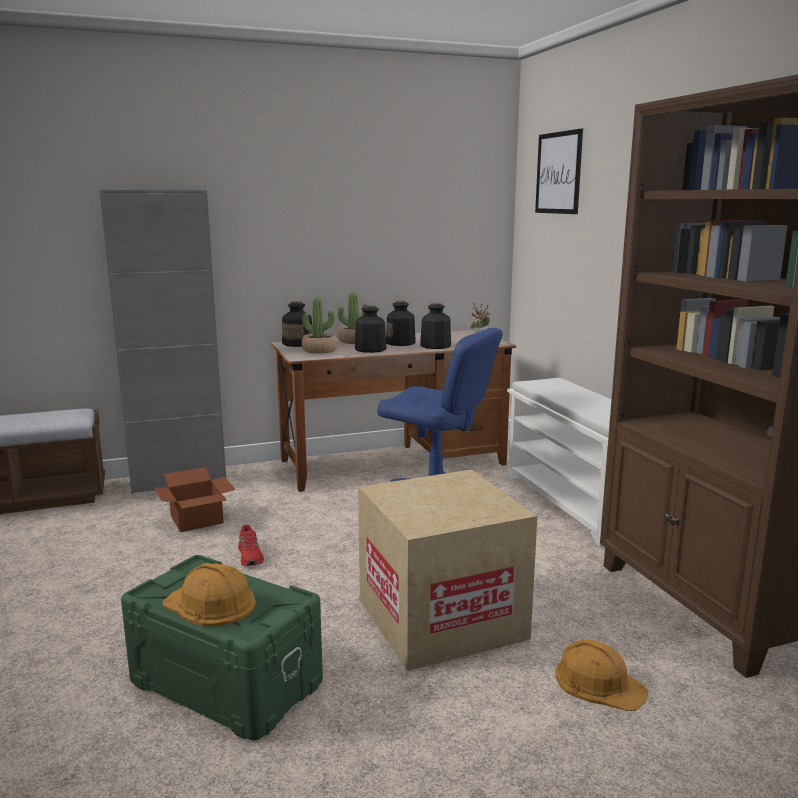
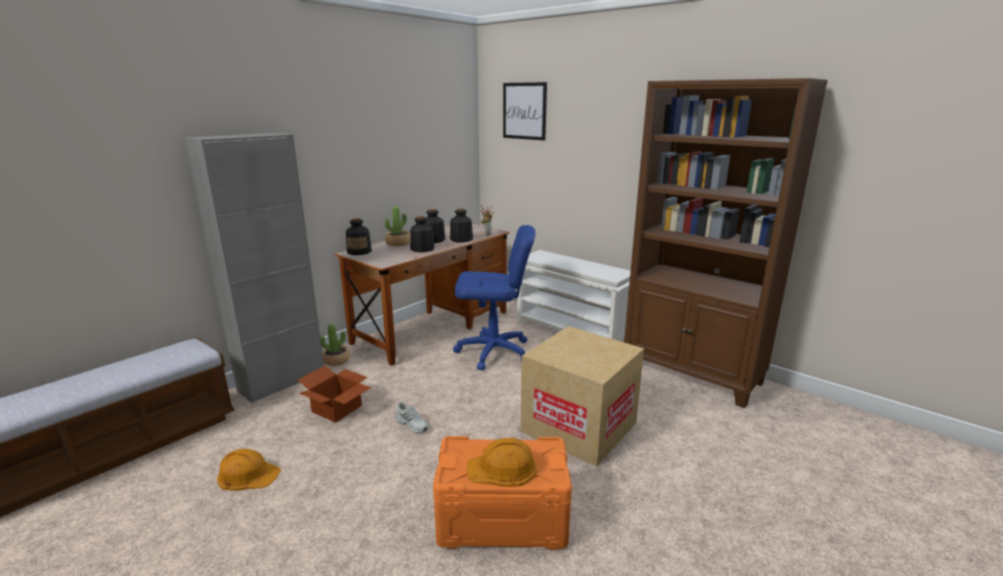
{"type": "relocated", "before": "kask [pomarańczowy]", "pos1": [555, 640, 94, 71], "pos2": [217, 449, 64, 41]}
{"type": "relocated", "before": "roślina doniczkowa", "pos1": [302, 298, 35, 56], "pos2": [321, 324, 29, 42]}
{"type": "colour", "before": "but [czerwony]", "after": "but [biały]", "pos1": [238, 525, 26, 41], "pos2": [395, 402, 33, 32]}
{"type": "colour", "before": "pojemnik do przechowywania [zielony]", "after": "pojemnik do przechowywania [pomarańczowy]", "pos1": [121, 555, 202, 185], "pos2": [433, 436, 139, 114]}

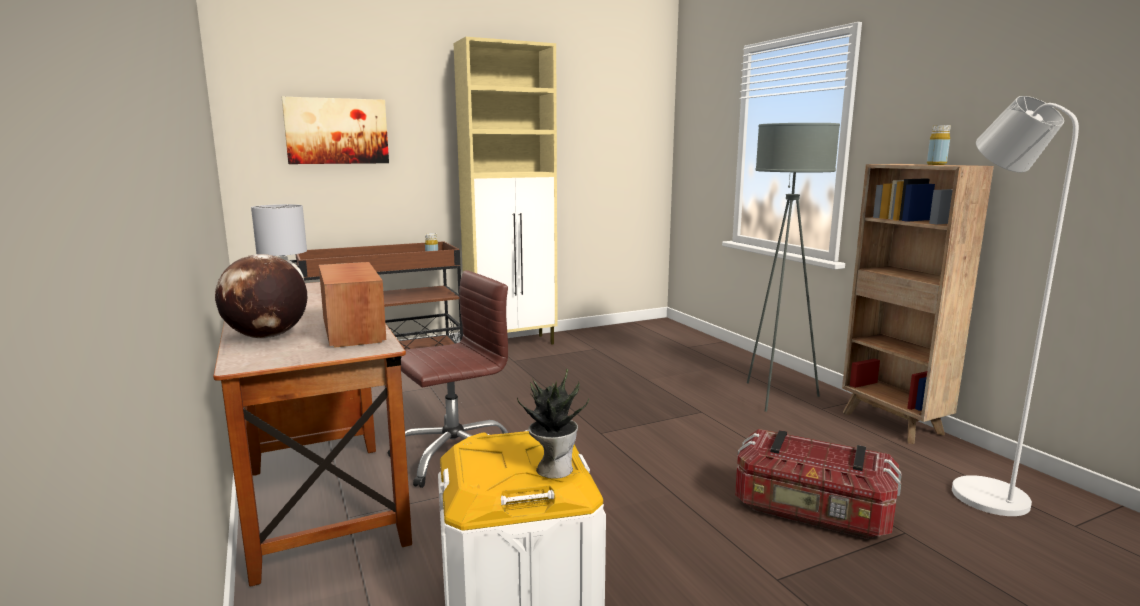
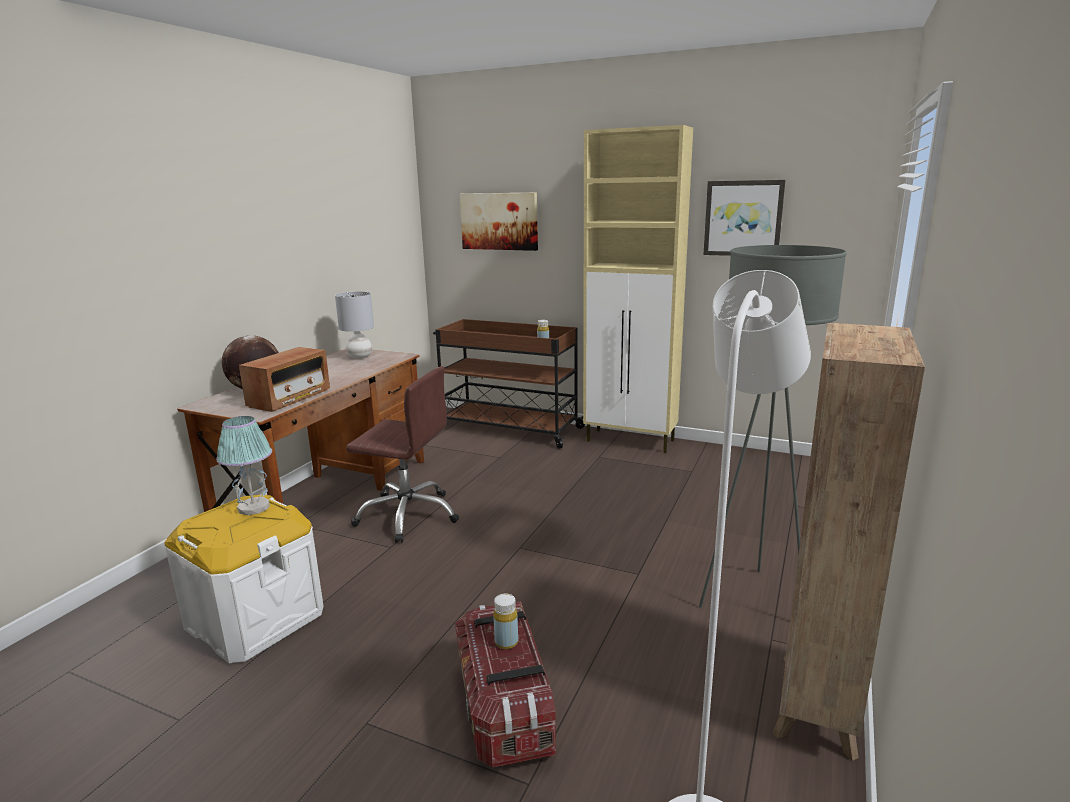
{"type": "appeared", "after": "lampa stołowa", "pos2": [216, 416, 56, 99]}
{"type": "relocated", "before": "butelka [żółty]", "pos1": [927, 125, 24, 40], "pos2": [493, 594, 25, 55]}
{"type": "appeared", "after": "obraz", "pos2": [703, 180, 82, 76]}
{"type": "missing", "before": "roślina doniczkowa", "pos1": [517, 369, 72, 110]}

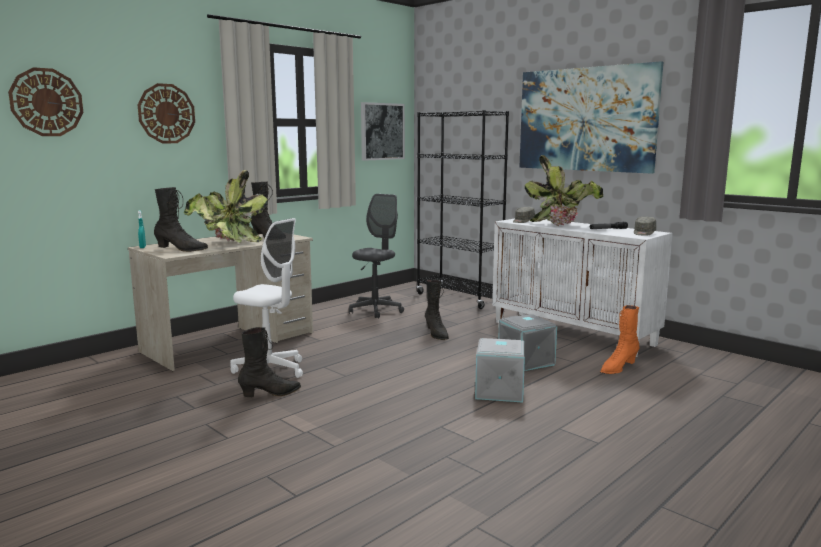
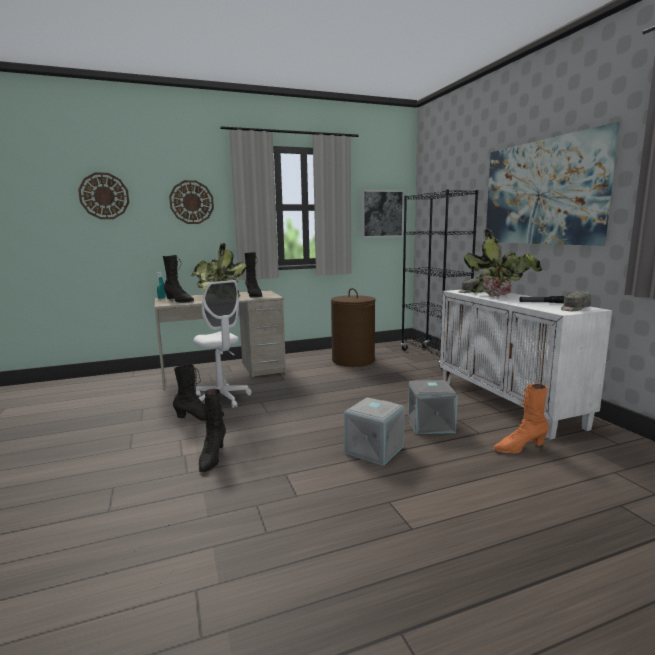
{"type": "relocated", "before": "but z cholewką [czarny]", "pos1": [425, 280, 24, 60], "pos2": [199, 389, 27, 83]}
{"type": "exchanged", "before": "krzesło biurowe [szary]", "after": "kosz na pranie [brązowy]", "pos1": [349, 194, 55, 124], "pos2": [331, 288, 45, 79]}

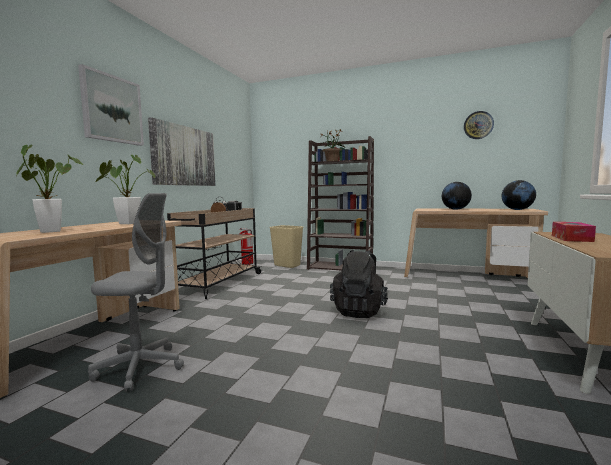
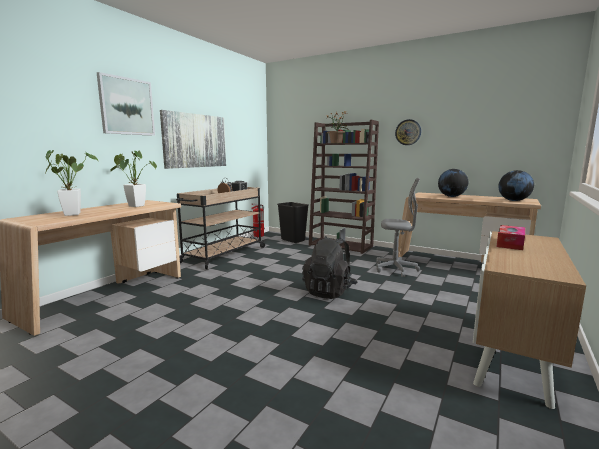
{"type": "colour", "before": "kosz na śmieci [beżowy]", "after": "kosz na śmieci [czarny]", "pos1": [269, 225, 35, 43], "pos2": [277, 202, 32, 41]}
{"type": "relocated", "before": "krzesło biurowe [szary]", "pos1": [88, 193, 96, 199], "pos2": [376, 178, 44, 99]}
{"type": "relocated", "before": "zegar ścienny", "pos1": [464, 111, 30, 28], "pos2": [395, 119, 26, 26]}

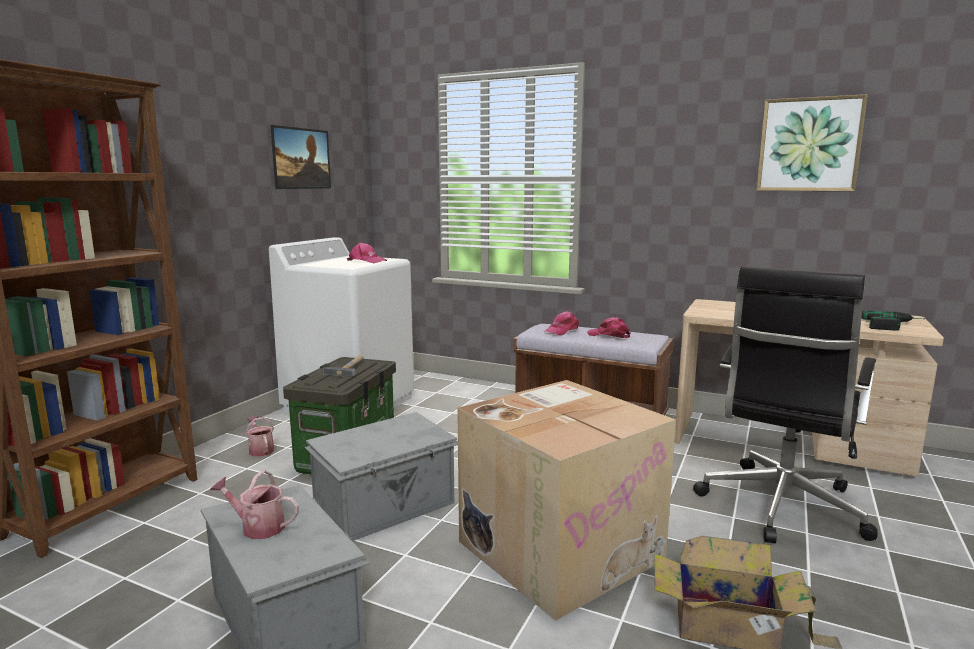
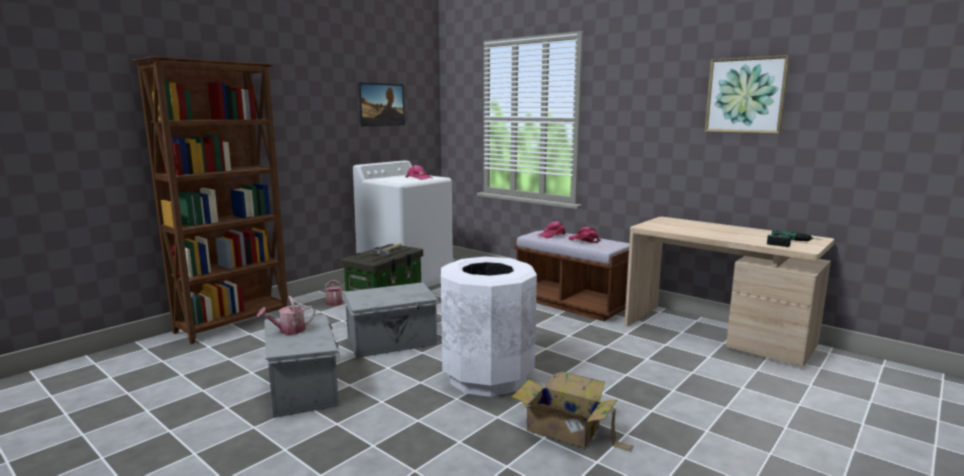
{"type": "spun", "before": "konewka", "pos1": [210, 470, 89, 69], "pos2": [257, 296, 58, 39], "turn": -60}
{"type": "exchanged", "before": "karton", "after": "kosz na śmieci [biały]", "pos1": [457, 380, 219, 241], "pos2": [441, 257, 96, 140]}
{"type": "missing", "before": "krzesło biurowe [czarny]", "pos1": [693, 267, 185, 276]}

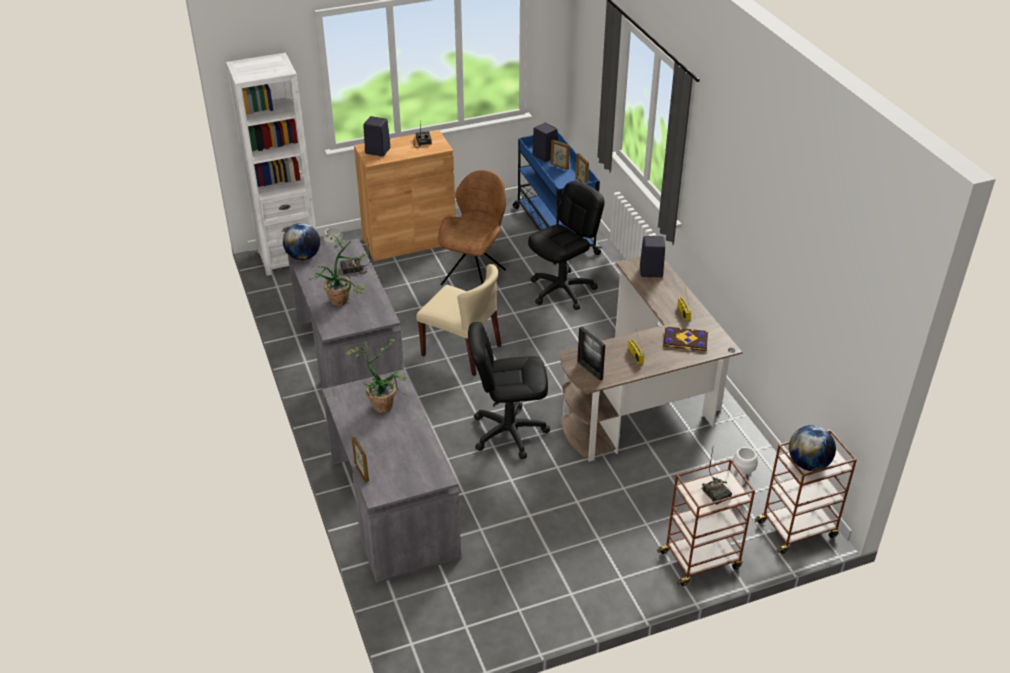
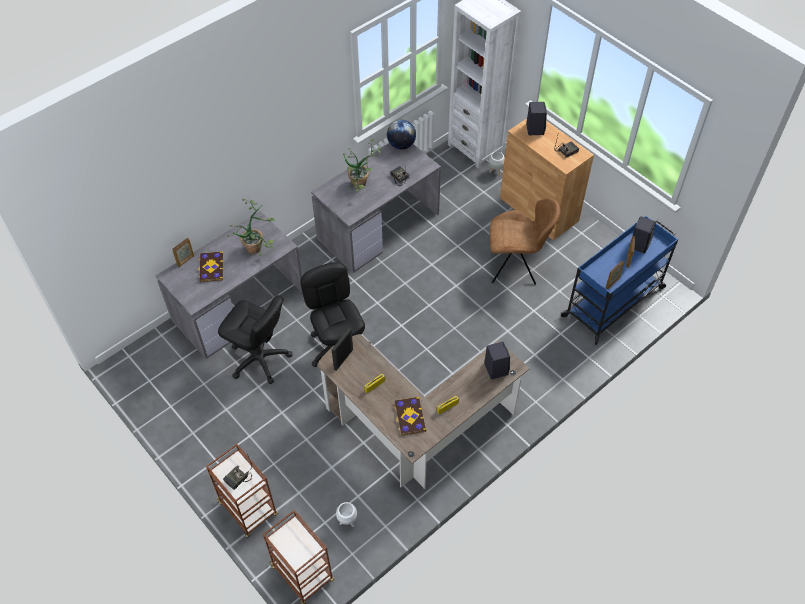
{"type": "appeared", "after": "książka", "pos2": [198, 251, 25, 31]}
{"type": "relocated", "before": "krzesło biurowe [czarny]", "pos1": [528, 181, 77, 129], "pos2": [218, 295, 74, 89]}
{"type": "missing", "before": "krzesło [beżowy]", "pos1": [416, 264, 85, 112]}
{"type": "missing", "before": "globus", "pos1": [789, 425, 47, 46]}

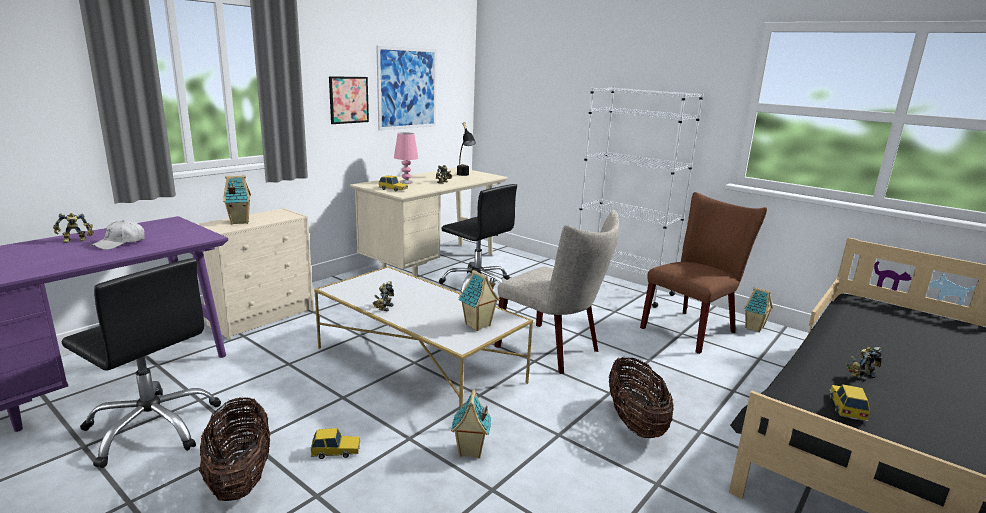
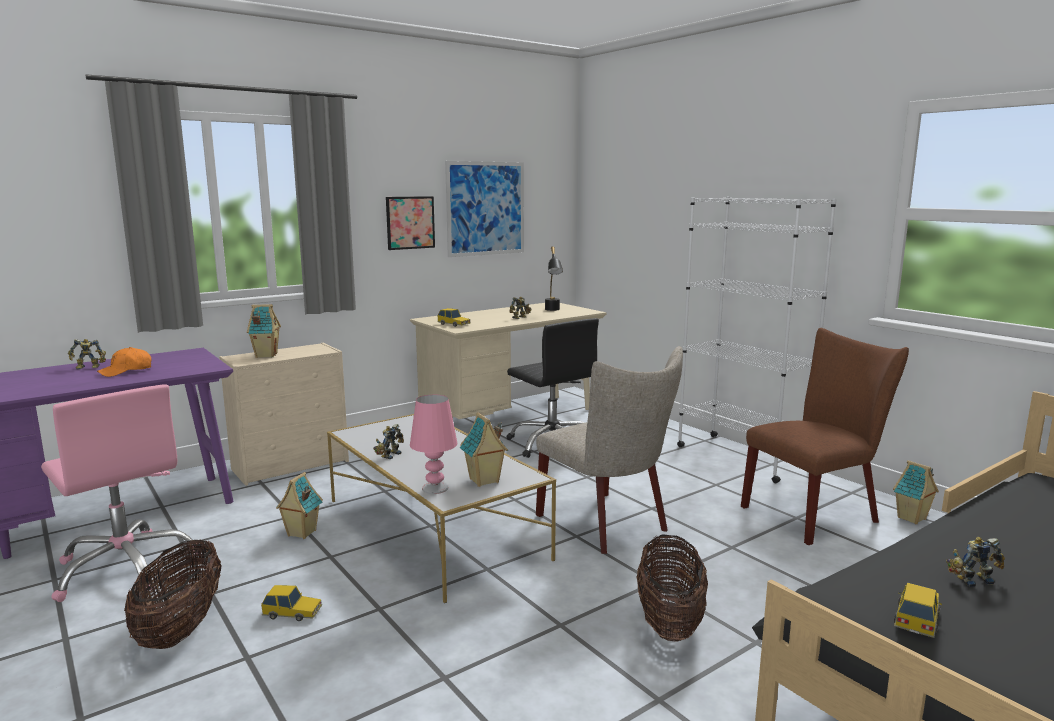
{"type": "colour", "before": "krzesło biurowe [czarny]", "after": "krzesło biurowe [różowy]", "pos1": [62, 258, 159, 210], "pos2": [41, 384, 159, 218]}
{"type": "colour", "before": "czapka z daszkiem [biały]", "after": "czapka z daszkiem [pomarańczowy]", "pos1": [92, 220, 53, 30], "pos2": [97, 347, 54, 30]}
{"type": "relocated", "before": "domek", "pos1": [451, 389, 40, 70], "pos2": [276, 472, 47, 67]}
{"type": "relocated", "before": "lampa stołowa [różowy]", "pos1": [394, 132, 24, 52], "pos2": [410, 395, 48, 99]}

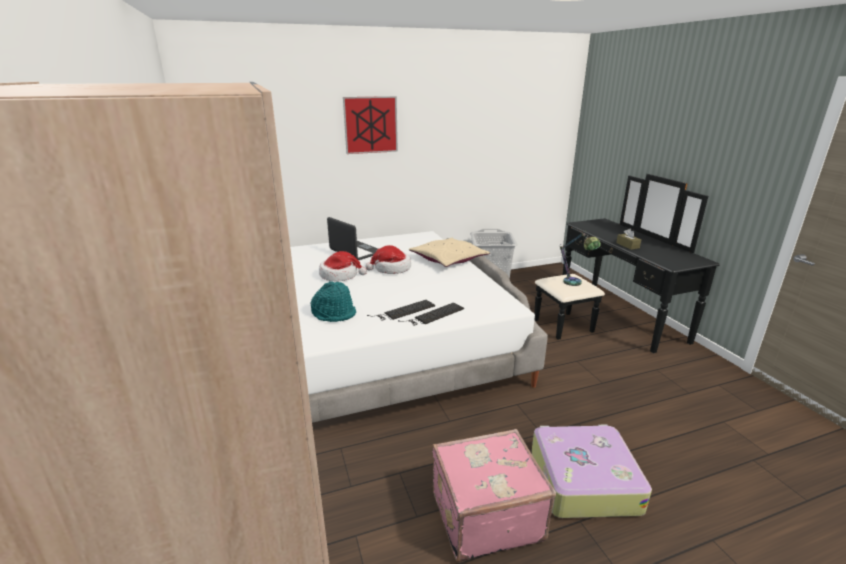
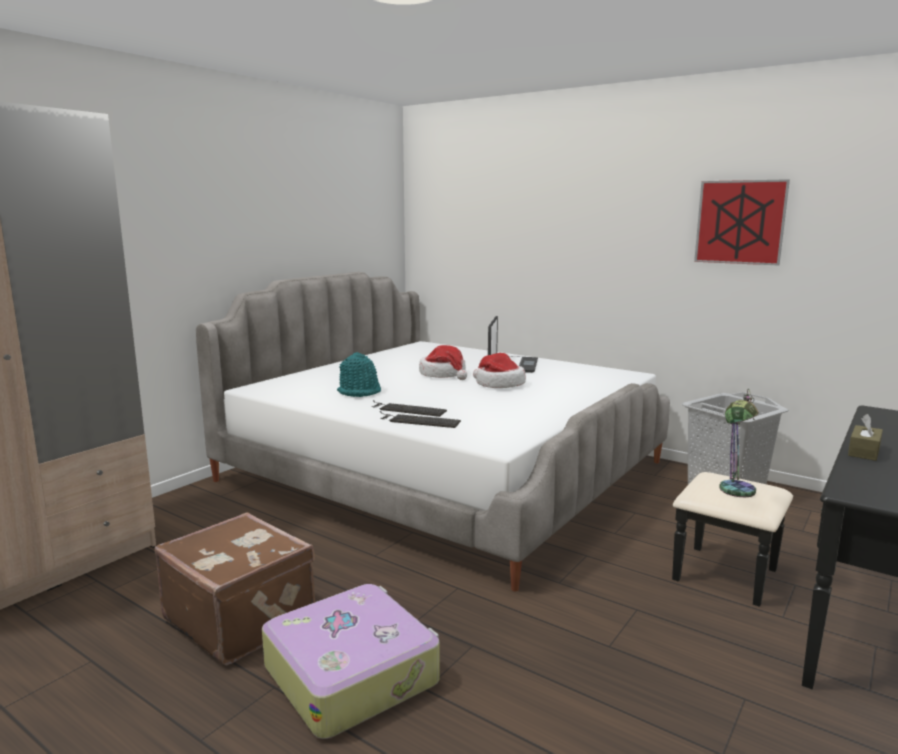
{"type": "colour", "before": "walizka [różowy]", "after": "walizka [brązowy]", "pos1": [432, 429, 124, 133], "pos2": [155, 512, 160, 154]}
{"type": "relocated", "before": "obraz", "pos1": [343, 96, 55, 58], "pos2": [694, 179, 96, 87]}
{"type": "missing", "before": "poduszka [beżowy]", "pos1": [409, 238, 81, 29]}

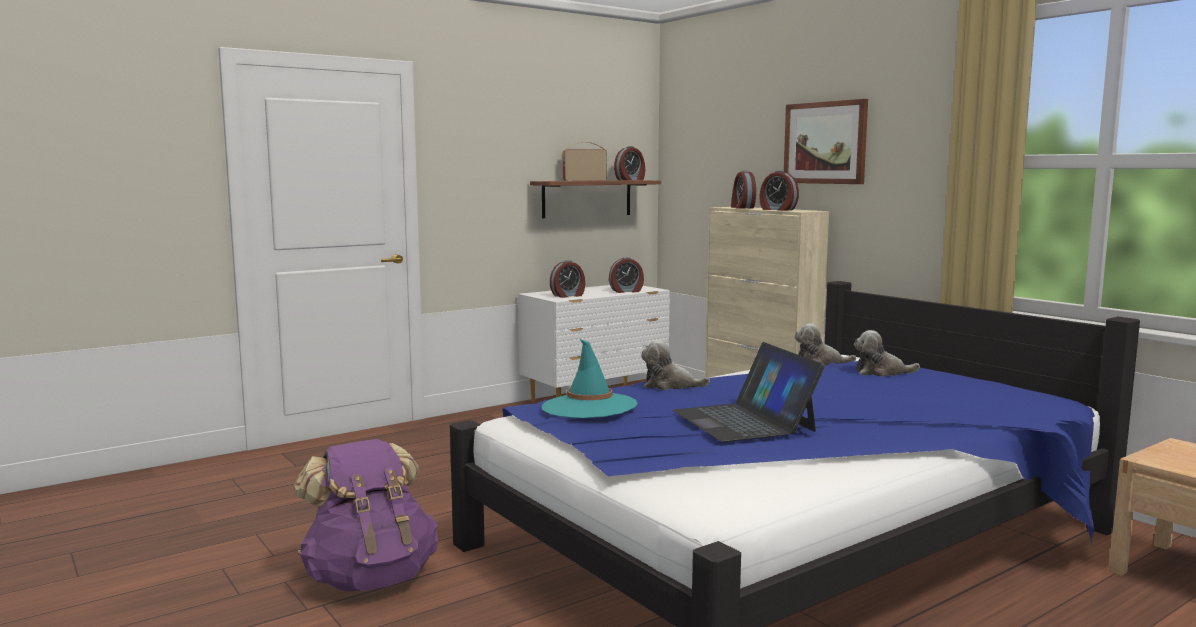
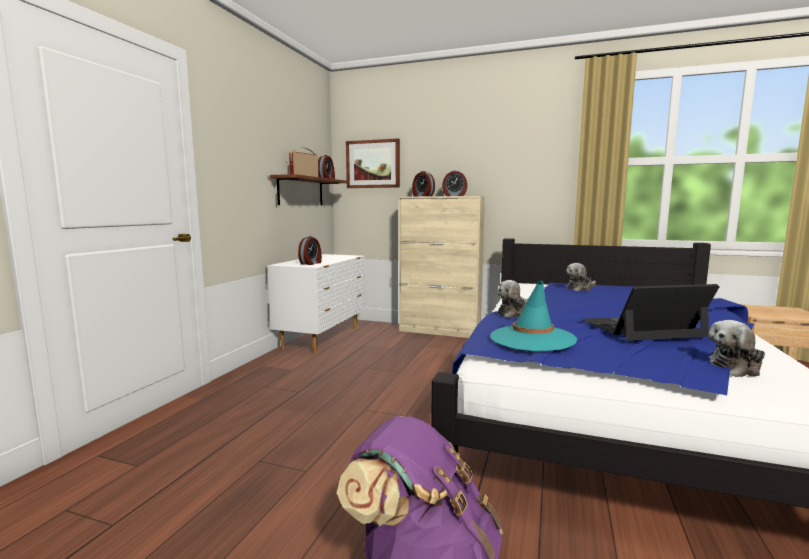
{"type": "relocated", "before": "obraz", "pos1": [784, 99, 84, 85], "pos2": [346, 138, 54, 50]}
{"type": "spun", "before": "laptop", "pos1": [673, 342, 152, 100], "pos2": [582, 284, 137, 57], "turn": 135}
{"type": "relocated", "before": "pluszak", "pos1": [795, 323, 61, 43], "pos2": [708, 320, 57, 57]}
{"type": "missing", "before": "budzik", "pos1": [609, 257, 35, 36]}

